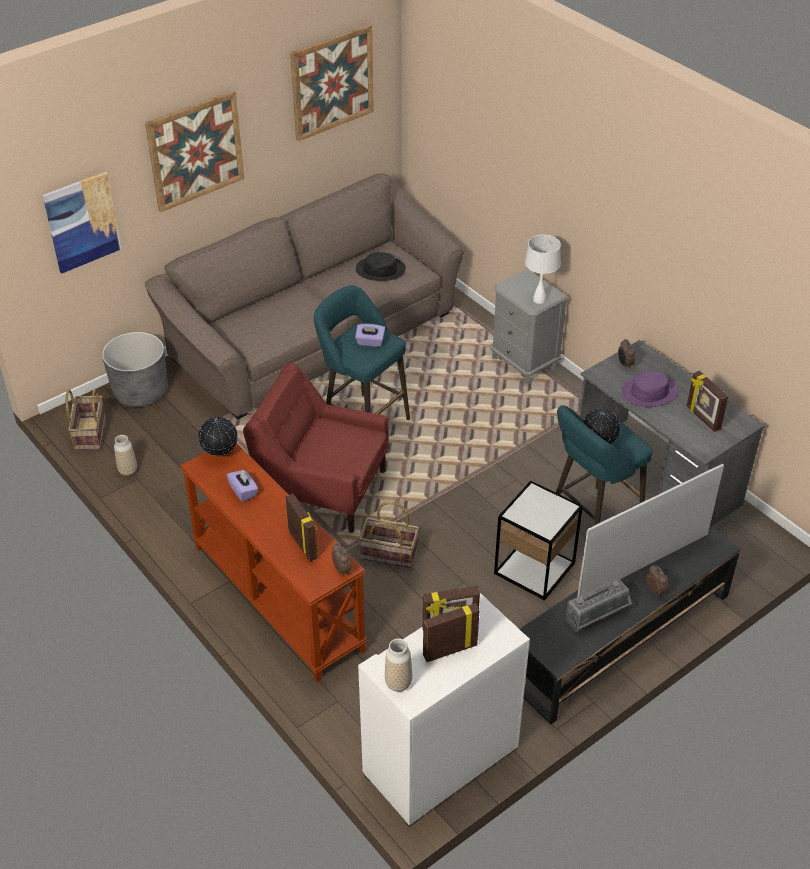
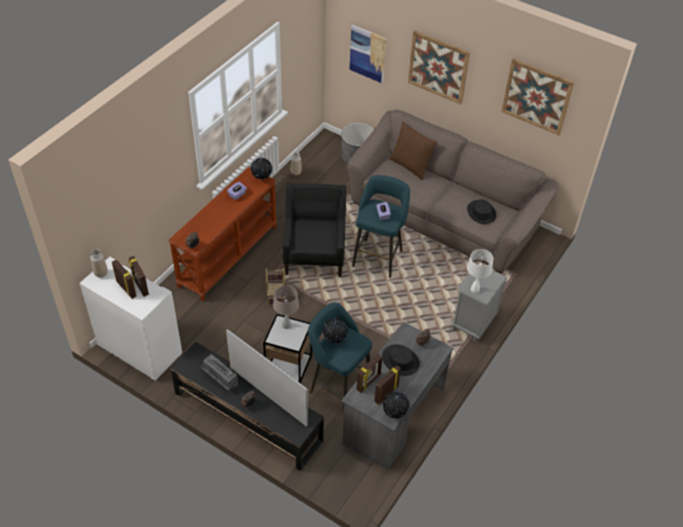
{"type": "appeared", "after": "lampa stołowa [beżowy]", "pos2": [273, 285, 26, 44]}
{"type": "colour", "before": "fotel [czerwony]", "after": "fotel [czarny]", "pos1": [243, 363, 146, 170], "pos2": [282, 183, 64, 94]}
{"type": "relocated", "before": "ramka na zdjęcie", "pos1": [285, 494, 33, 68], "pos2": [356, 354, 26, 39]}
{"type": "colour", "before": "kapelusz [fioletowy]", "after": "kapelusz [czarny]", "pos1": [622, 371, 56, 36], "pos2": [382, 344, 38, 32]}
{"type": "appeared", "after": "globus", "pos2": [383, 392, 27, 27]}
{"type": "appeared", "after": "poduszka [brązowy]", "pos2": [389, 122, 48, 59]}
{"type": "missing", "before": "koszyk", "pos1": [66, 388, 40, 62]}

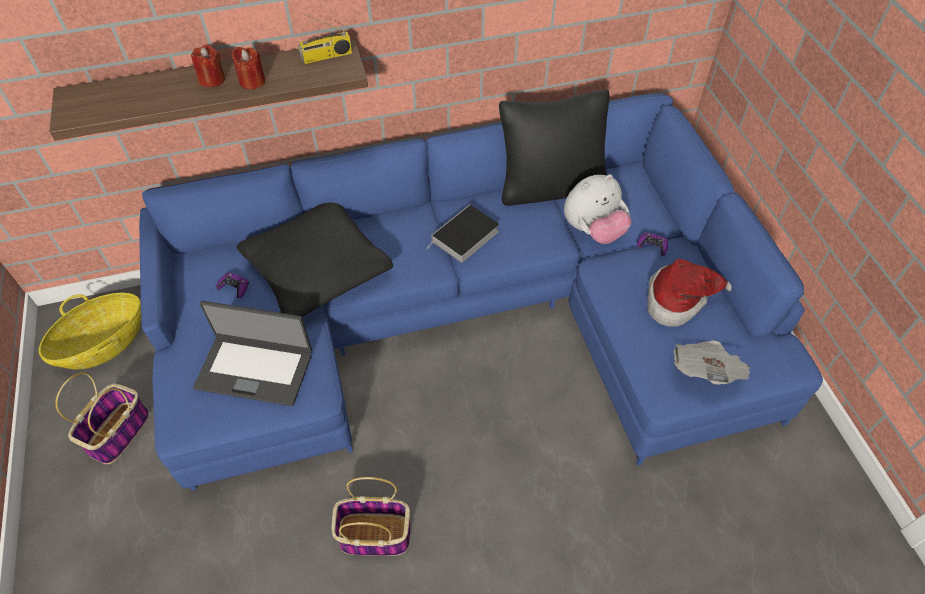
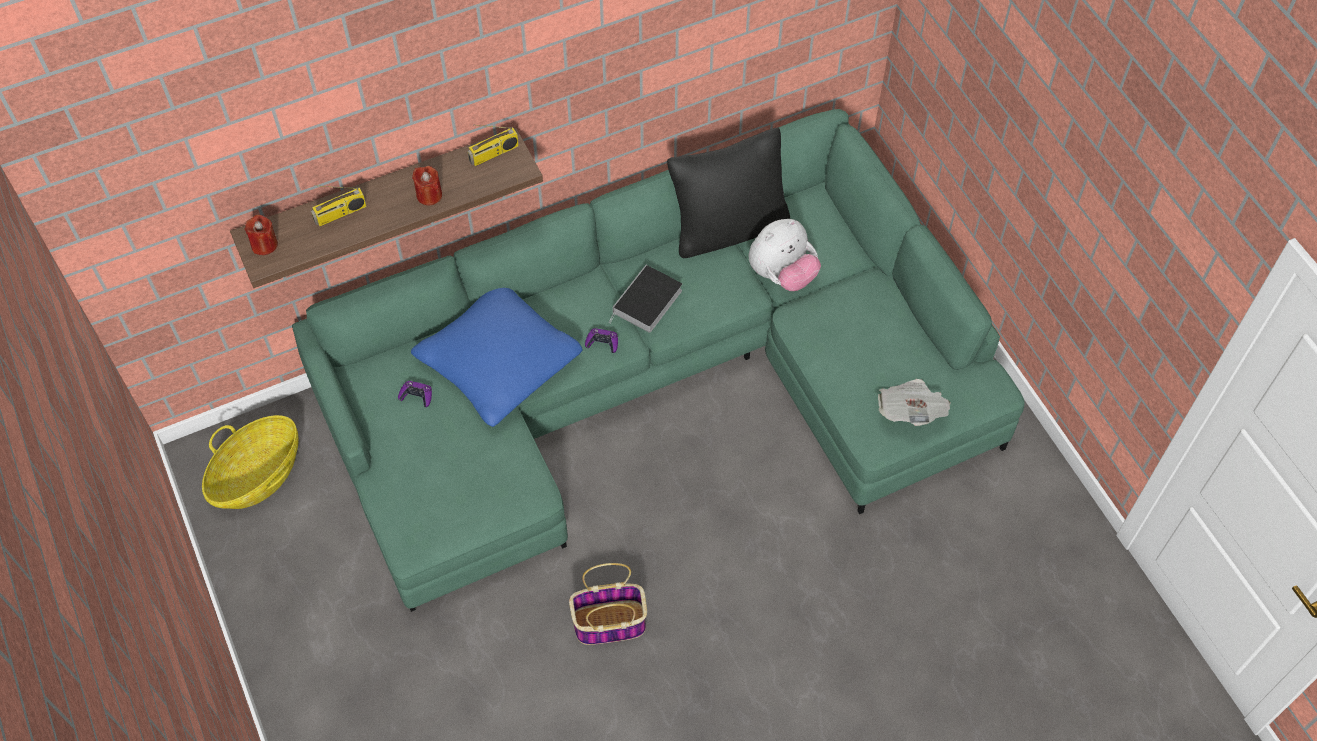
{"type": "relocated", "before": "świeca [czerwony]", "pos1": [191, 44, 34, 43], "pos2": [245, 215, 33, 40]}
{"type": "colour", "before": "kanapa [niebieski]", "after": "kanapa [zielony]", "pos1": [139, 94, 684, 396], "pos2": [292, 109, 733, 503]}
{"type": "appeared", "after": "radio", "pos2": [311, 185, 56, 41]}
{"type": "colour", "before": "poduszka [czarny]", "after": "poduszka [niebieski]", "pos1": [237, 202, 156, 115], "pos2": [411, 288, 172, 139]}
{"type": "relocated", "before": "pad do gier [fioletowy]", "pos1": [637, 232, 31, 24], "pos2": [585, 328, 33, 25]}
{"type": "missing", "before": "koszyk", "pos1": [55, 372, 95, 92]}
{"type": "missing", "before": "laptop", "pos1": [193, 301, 119, 105]}
{"type": "missing", "before": "kapelusz", "pos1": [647, 259, 84, 68]}

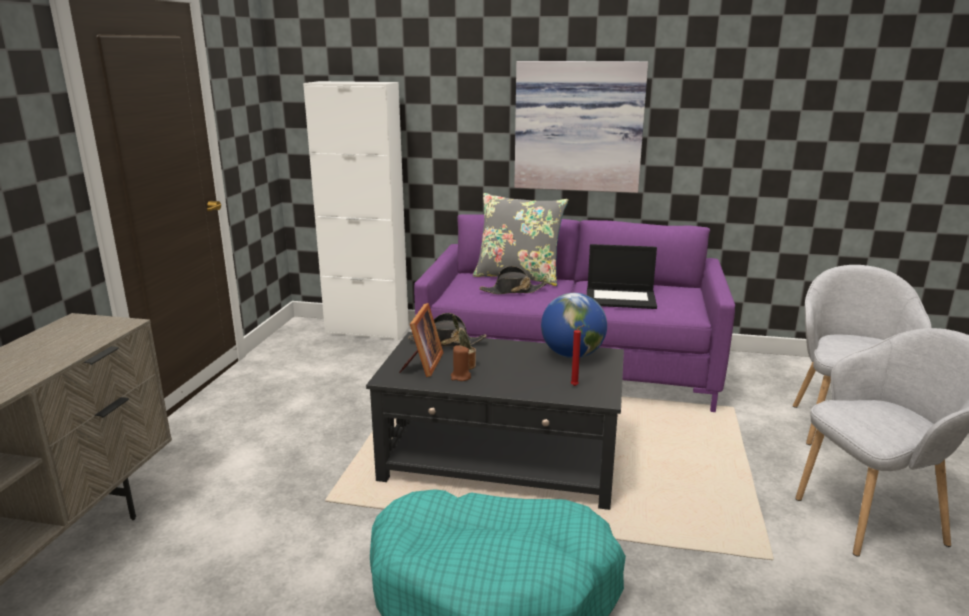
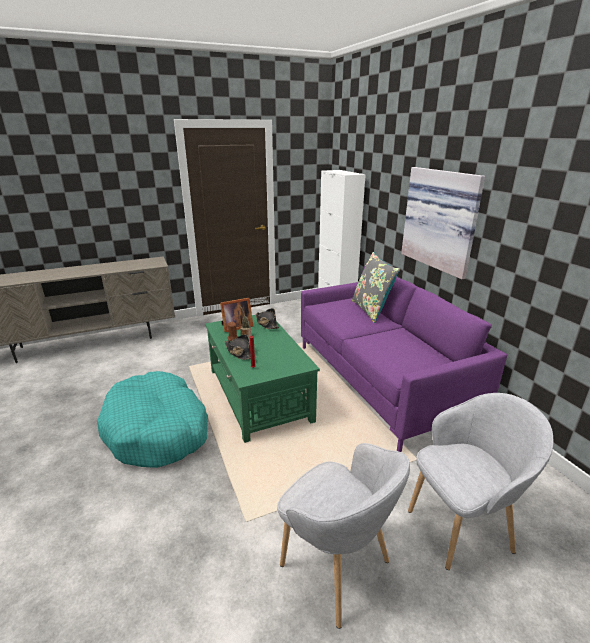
{"type": "colour", "before": "ława [czarny]", "after": "ława [zielony]", "pos1": [366, 332, 258, 178], "pos2": [205, 315, 115, 128]}
{"type": "relocated", "before": "kapelusz [czarny]", "pos1": [479, 266, 68, 28], "pos2": [225, 334, 32, 26]}
{"type": "missing", "before": "globus", "pos1": [541, 293, 66, 65]}
{"type": "missing", "before": "laptop", "pos1": [587, 244, 70, 65]}

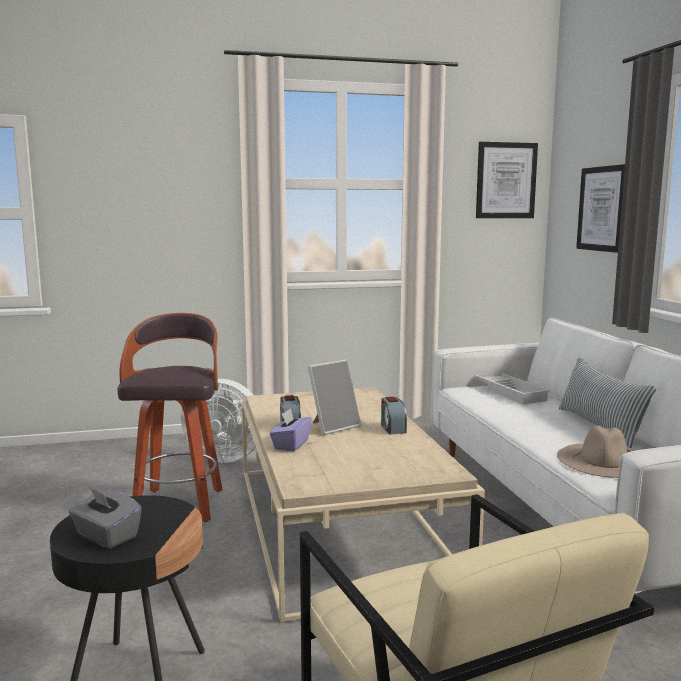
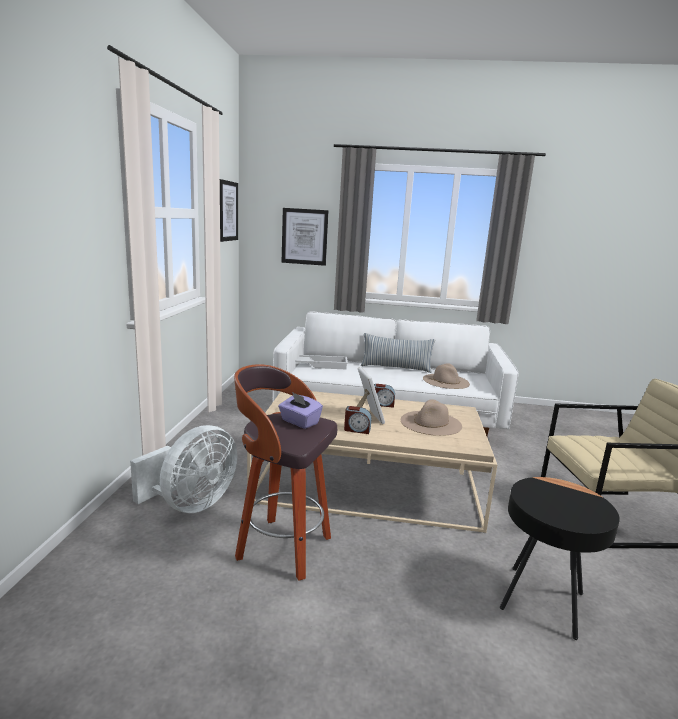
{"type": "relocated", "before": "pudełko chusteczek [fioletowy]", "pos1": [270, 408, 41, 43], "pos2": [278, 392, 45, 37]}
{"type": "appeared", "after": "kapelusz [beżowy]", "pos2": [401, 399, 61, 37]}
{"type": "missing", "before": "pudełko chusteczek [szary]", "pos1": [69, 487, 73, 62]}

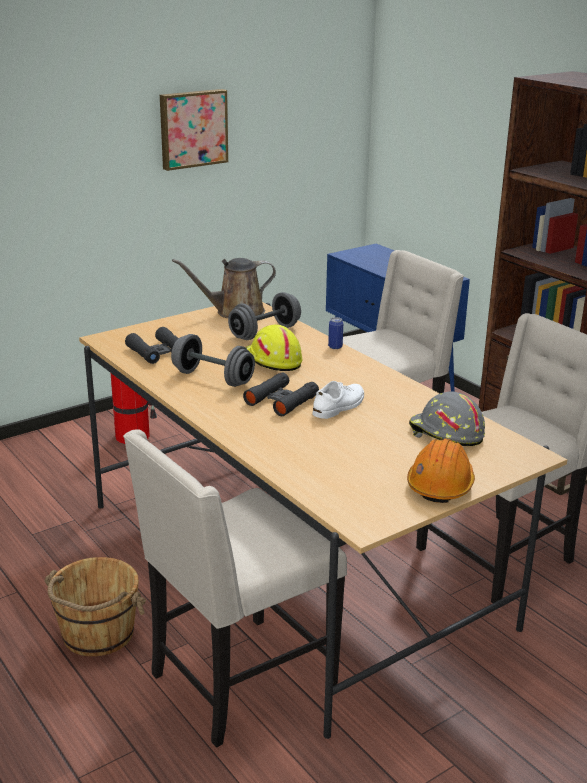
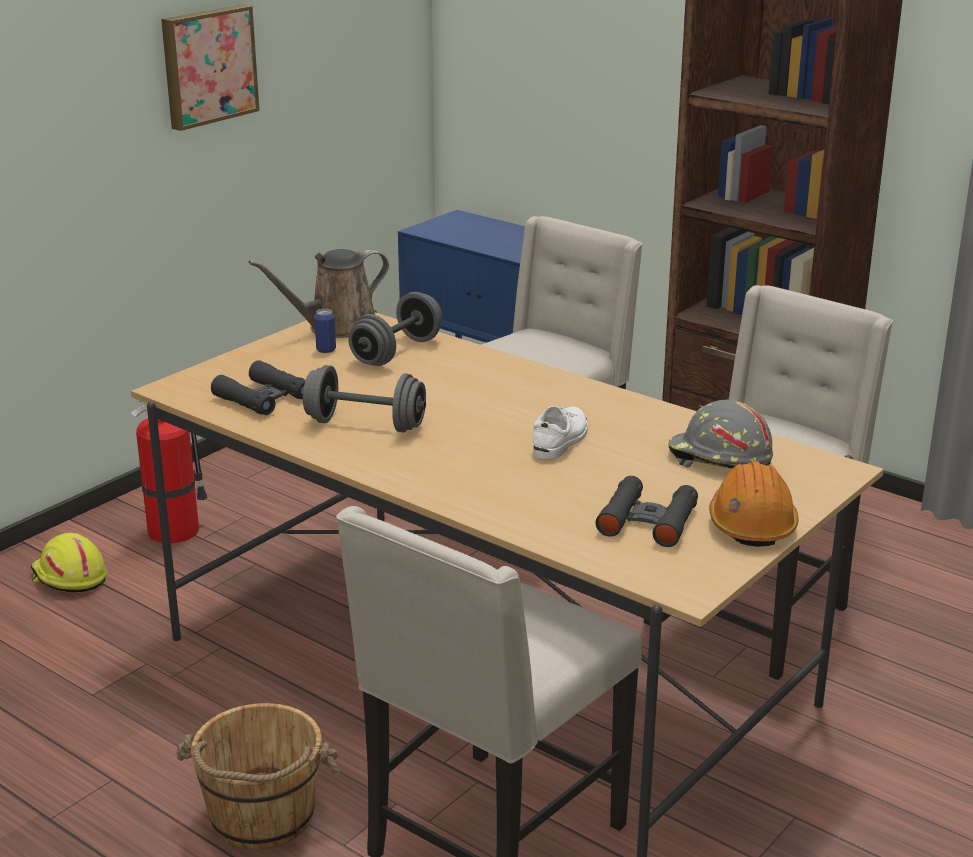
{"type": "relocated", "before": "kask [żółty]", "pos1": [245, 325, 57, 46], "pos2": [31, 533, 76, 59]}
{"type": "relocated", "before": "puszka", "pos1": [328, 317, 15, 32], "pos2": [315, 309, 21, 44]}
{"type": "relocated", "before": "lornetka [czarny]", "pos1": [243, 372, 76, 44], "pos2": [595, 476, 103, 71]}

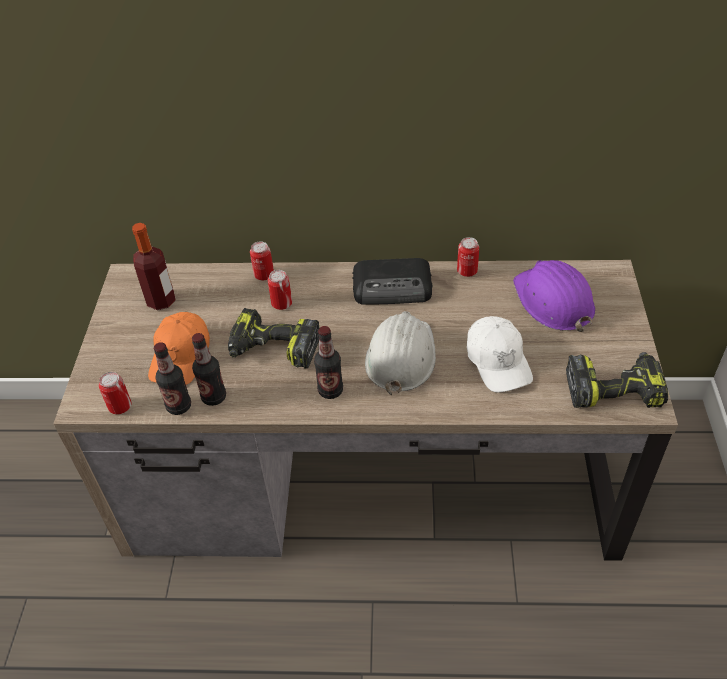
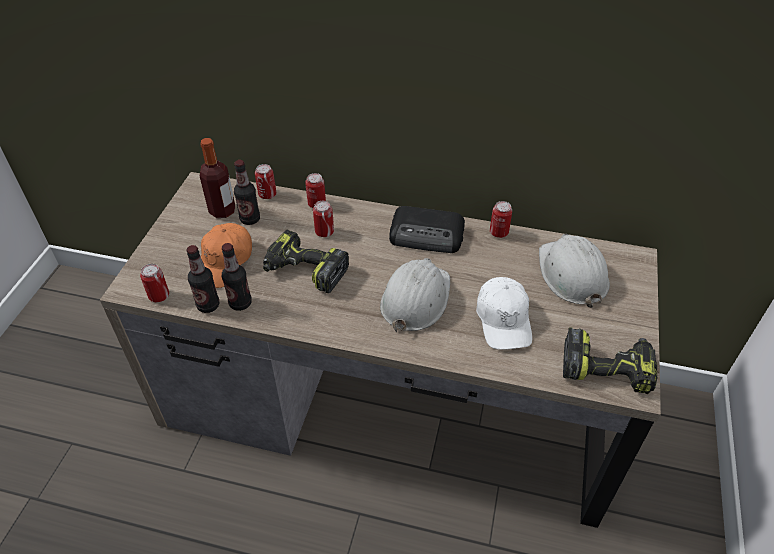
{"type": "relocated", "before": "butelka", "pos1": [314, 326, 29, 73], "pos2": [234, 160, 26, 65]}
{"type": "appeared", "after": "puszka", "pos2": [255, 164, 21, 35]}
{"type": "colour", "before": "kask [fioletowy]", "after": "kask [biały]", "pos1": [513, 260, 82, 72], "pos2": [539, 234, 71, 74]}

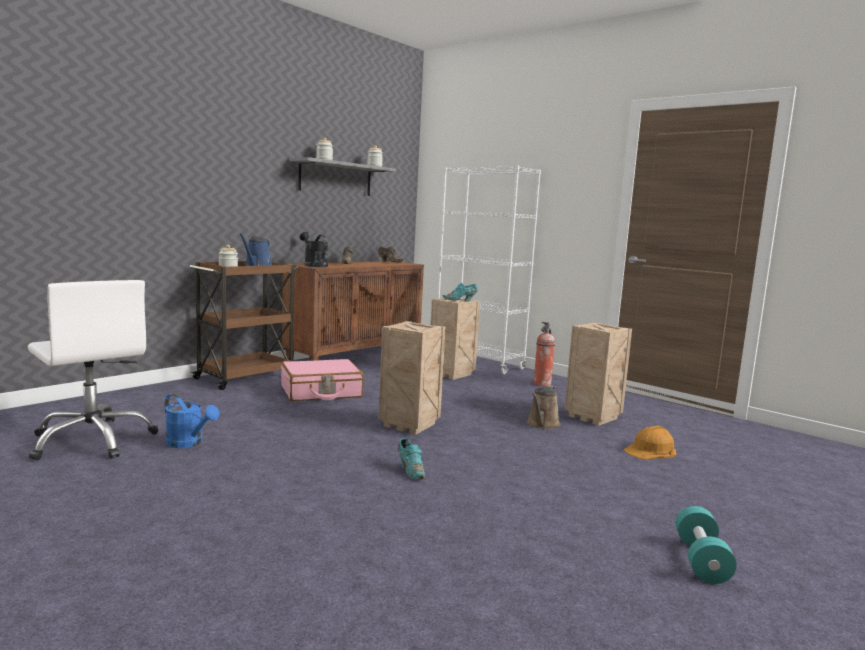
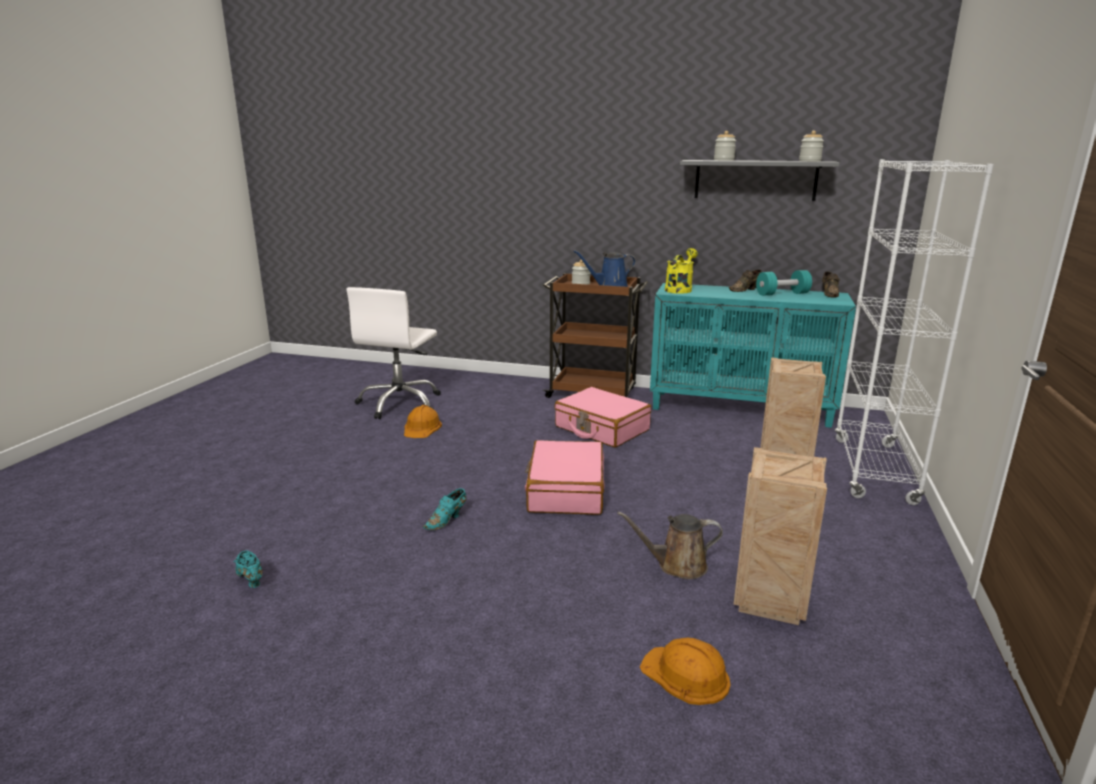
{"type": "relocated", "before": "but [turkusowy]", "pos1": [442, 283, 36, 18], "pos2": [234, 551, 29, 37]}
{"type": "exchanged", "before": "konewka [niebieski]", "after": "kask [pomarańczowy]", "pos1": [165, 394, 55, 54], "pos2": [404, 405, 38, 33]}
{"type": "exchanged", "before": "skrzynka", "after": "walizka [różowy]", "pos1": [379, 321, 67, 114], "pos2": [525, 440, 79, 75]}
{"type": "colour", "before": "szafka [brązowy]", "after": "szafka [turkusowy]", "pos1": [282, 261, 142, 100], "pos2": [650, 283, 206, 145]}
{"type": "colour", "before": "konewka [czarny]", "after": "konewka [żółty]", "pos1": [300, 232, 28, 35], "pos2": [665, 248, 33, 46]}
{"type": "relocated", "before": "hantel [turkusowy]", "pos1": [676, 506, 61, 78], "pos2": [756, 270, 56, 26]}
{"type": "missing", "before": "gaśnica", "pos1": [534, 322, 21, 64]}

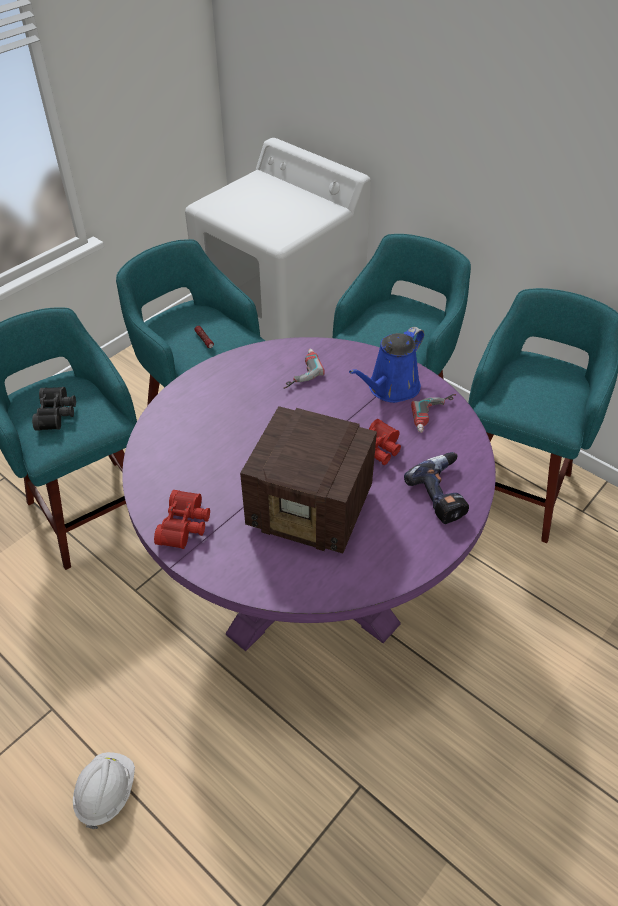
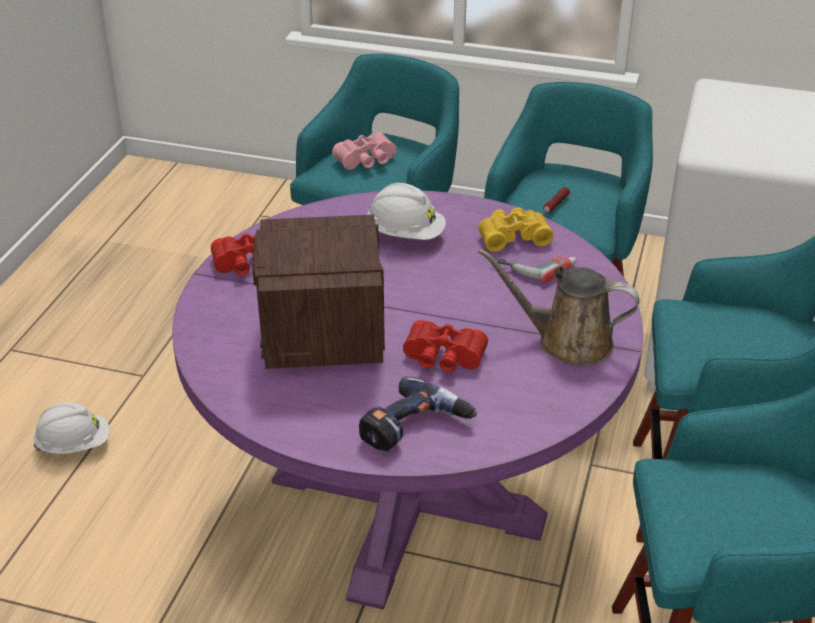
{"type": "colour", "before": "lornetka [czarny]", "after": "lornetka [różowy]", "pos1": [32, 387, 44, 44], "pos2": [332, 132, 65, 38]}
{"type": "appeared", "after": "kask [biały]", "pos2": [367, 183, 79, 57]}
{"type": "appeared", "after": "lornetka [żółty]", "pos2": [478, 207, 76, 45]}
{"type": "colour", "before": "konewka [niebieski]", "after": "konewka [brązowy]", "pos1": [349, 327, 75, 76], "pos2": [478, 248, 162, 118]}
{"type": "missing", "before": "wiertarka", "pos1": [411, 394, 46, 39]}

